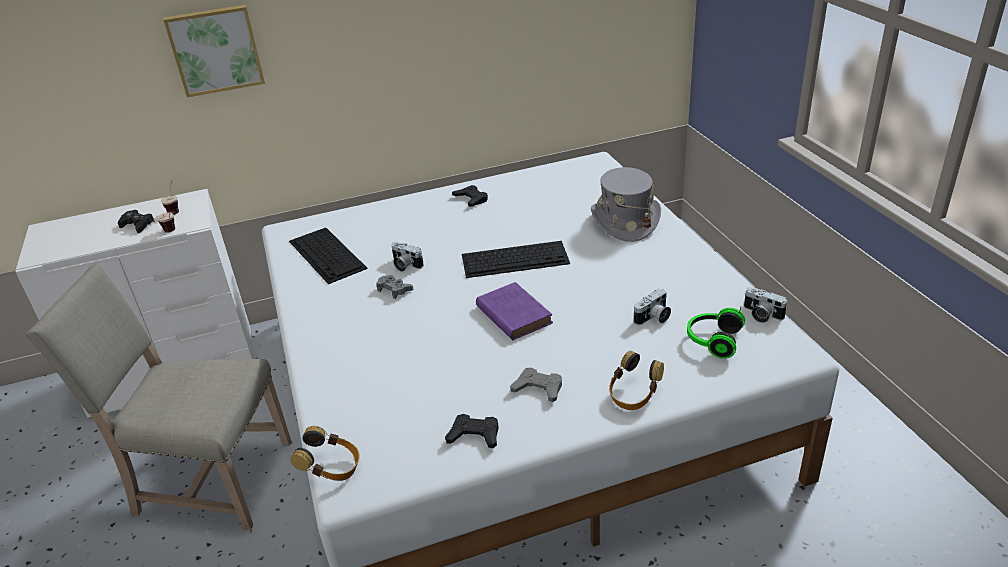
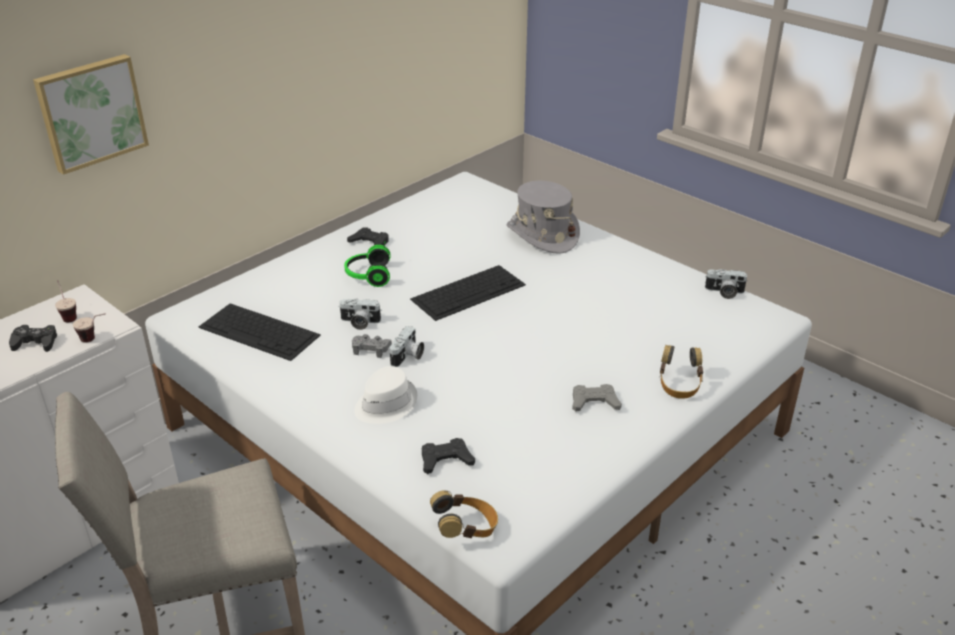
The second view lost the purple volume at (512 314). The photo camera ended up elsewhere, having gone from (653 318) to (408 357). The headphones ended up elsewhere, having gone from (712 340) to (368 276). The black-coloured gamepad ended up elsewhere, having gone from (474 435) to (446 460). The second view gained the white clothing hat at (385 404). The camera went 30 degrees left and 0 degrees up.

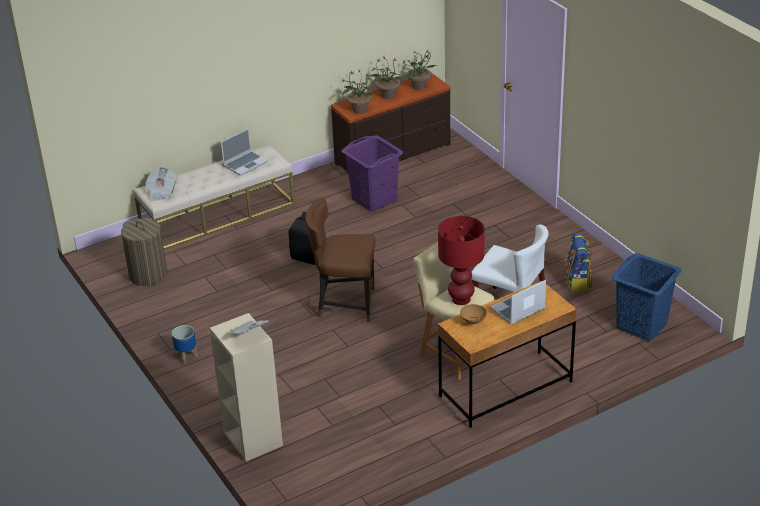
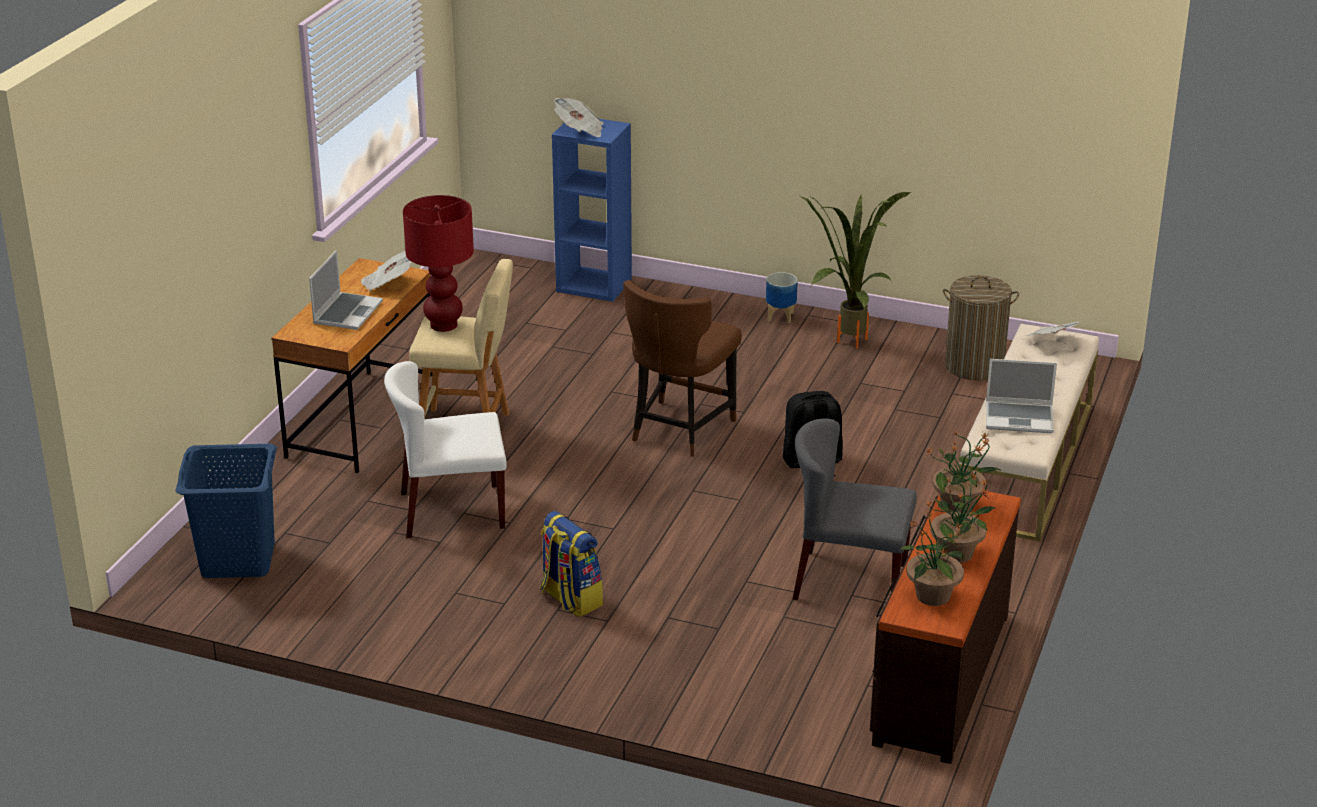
The laptop at (245 164) ended up facing another way, 90 degrees counterclockwise from before. Where the purple hamper stood at (374 199), the greyish upright chair came to stand at (849 581). The brown-coloured upright chair at (345 304) ended up facing another way, 150 degrees clockwise from before. The knapsack ended up elsewhere, having gone from (578 282) to (570 599). Where the brown-coloured deep dish stood at (473 322), the printed paper came to stand at (388 284). What was the sand-coloured shelving unit at (252 439) turned into the blue-coloured shelving unit at (595 285). The second view gained the houseplant at (845 344). The camera went 140 degrees right and 5 degrees down.

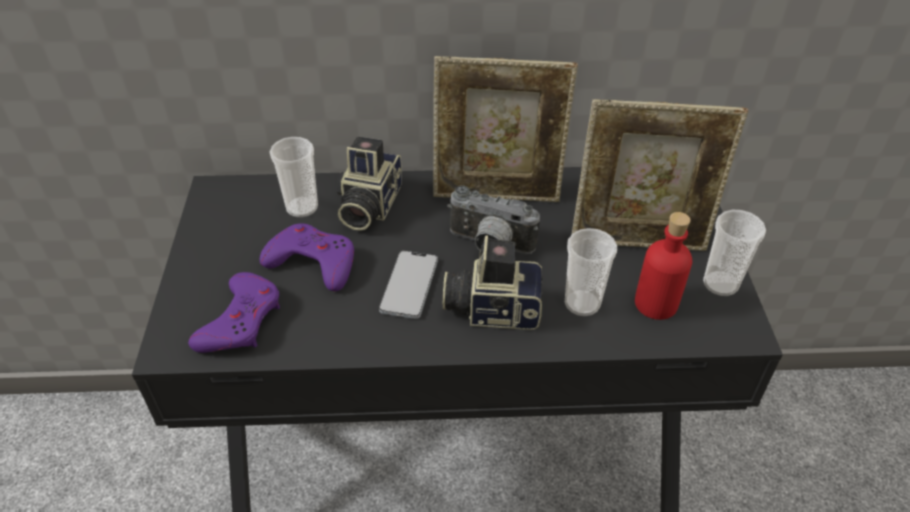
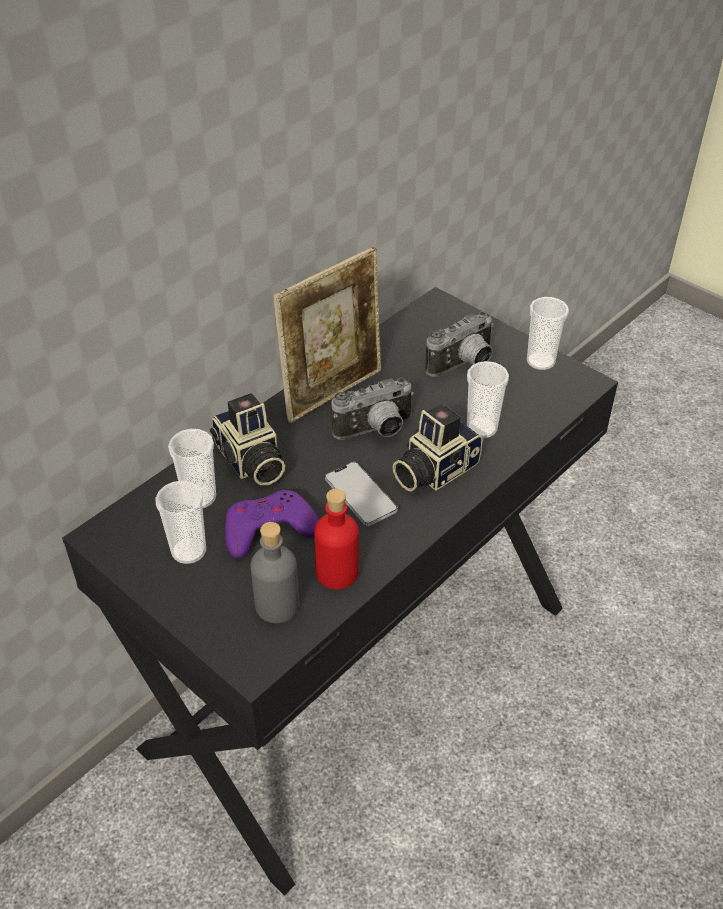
Where the standing frame stood at (639 242), the photo camera came to stand at (464 365). The reddish beverage bottle ended up elsewhere, having gone from (656 303) to (337 573). Where the purple gamepad stood at (241 320), the greyish beverage bottle came to stand at (277 606). The second view gained the cup at (189 551). The camera went 45 degrees left and 0 degrees up.

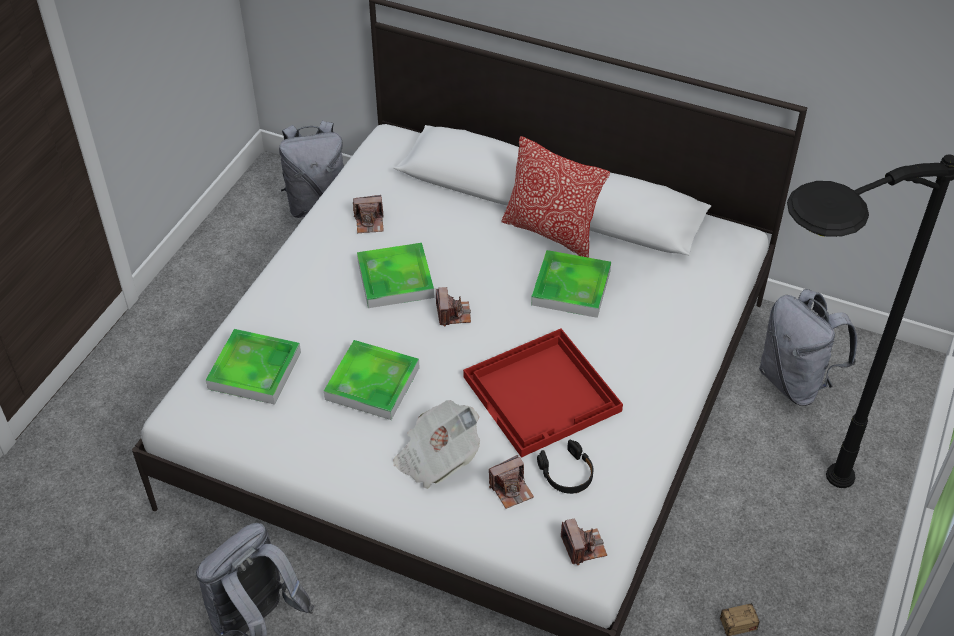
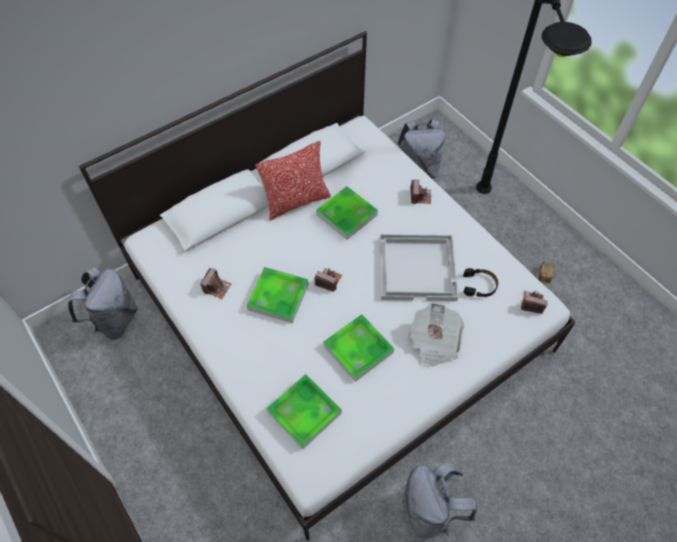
What was the reddish tray at (543 394) turned into the white tray at (418 268). The photo camera ended up elsewhere, having gone from (511 490) to (420 196). The camera went 60 degrees left and 10 degrees up.

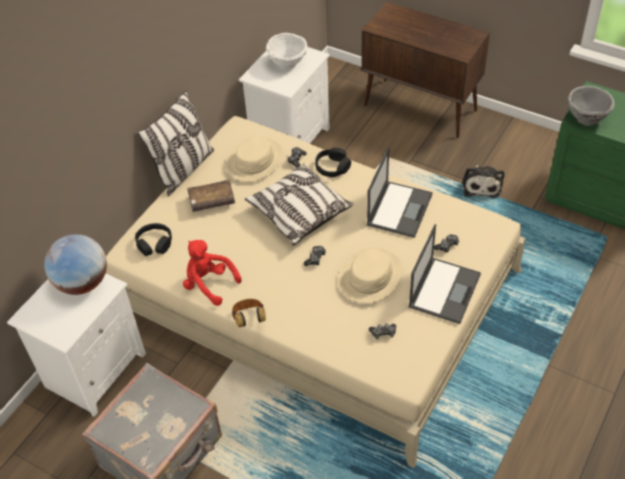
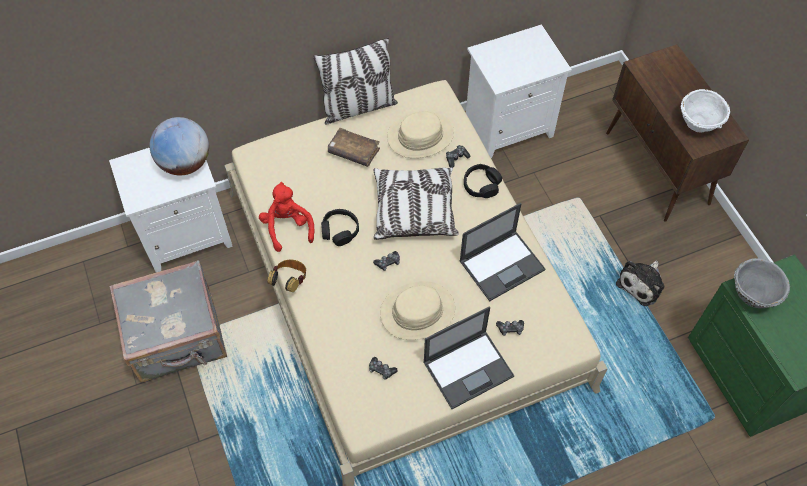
The white deep dish ended up elsewhere, having gone from (288 63) to (699 124). The black-coloured headphones ended up elsewhere, having gone from (154 243) to (340 230). The camera went 35 degrees right and 10 degrees up.

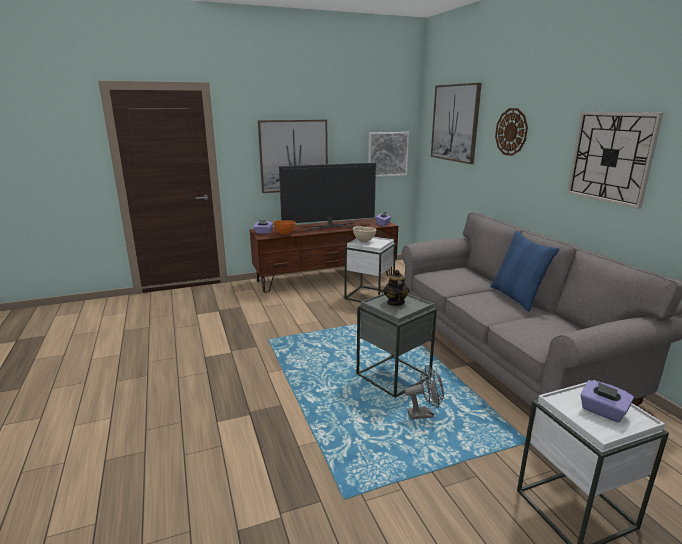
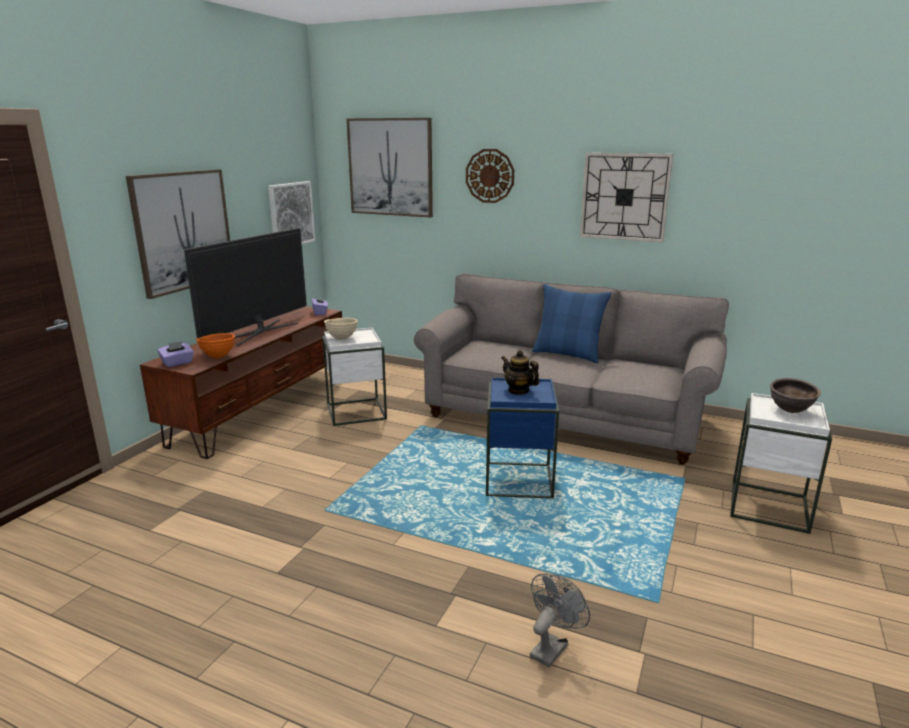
What was the greyish end table at (393 376) turned into the blue-coloured end table at (518 481). The greyish electric fan ended up elsewhere, having gone from (424 414) to (552 647). Where the purple tissue holder stood at (602 411), the brown-coloured deep dish came to stand at (790 411). The camera went 45 degrees left and 0 degrees up.

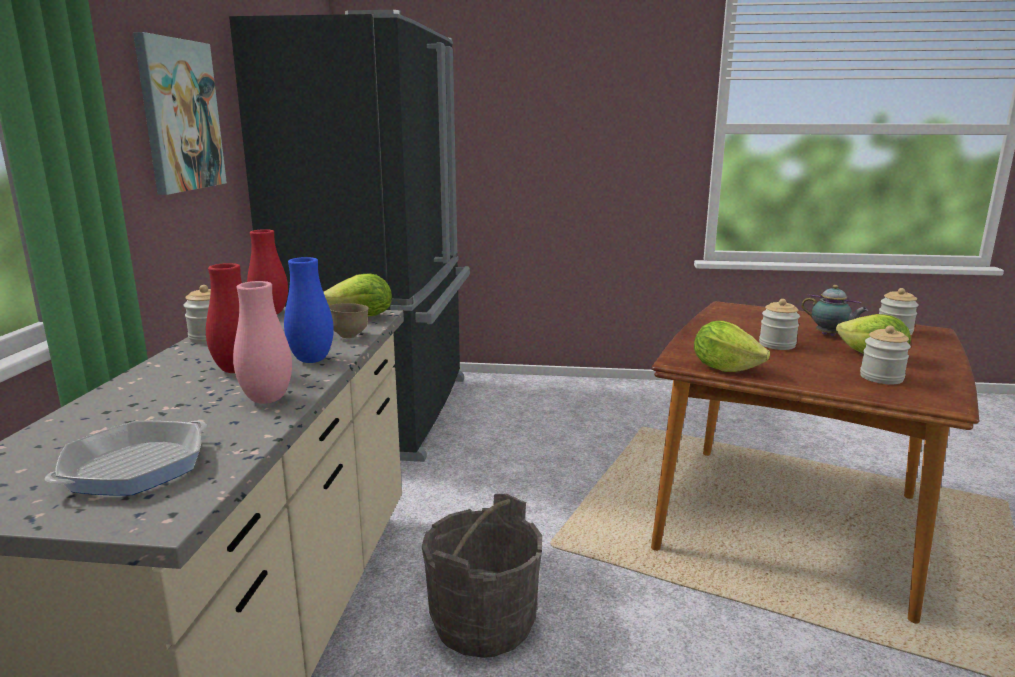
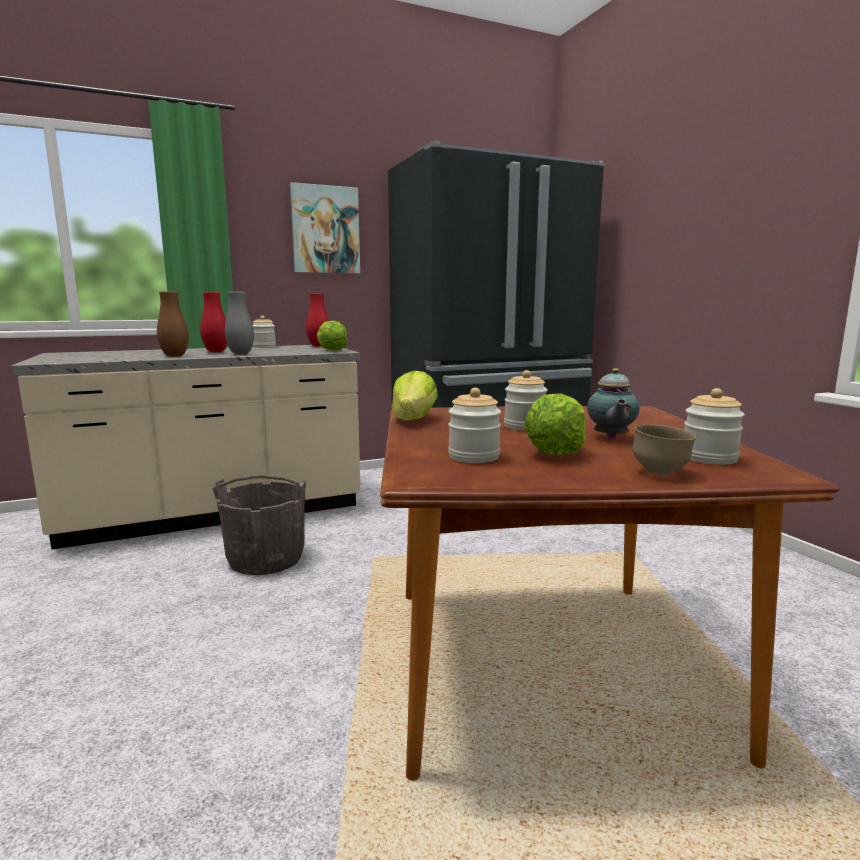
What was the blue-coloured vase at (312 360) turned into the greyish vase at (241 354). What was the pink-coloured vase at (267 399) turned into the brown-coloured vase at (175 356). The brown-coloured deep dish ended up elsewhere, having gone from (350 336) to (660 473). The second view lost the pan at (135 467). The camera went 60 degrees right and 5 degrees down.

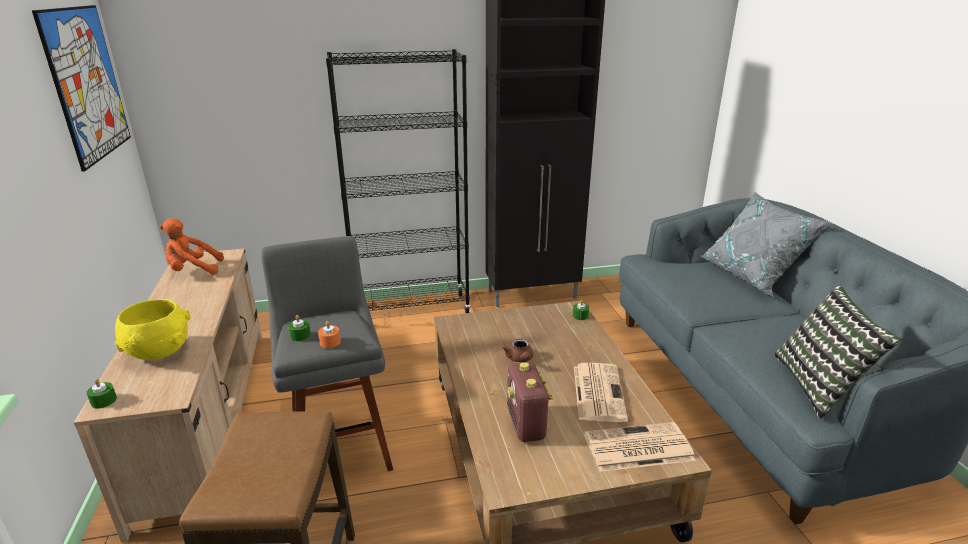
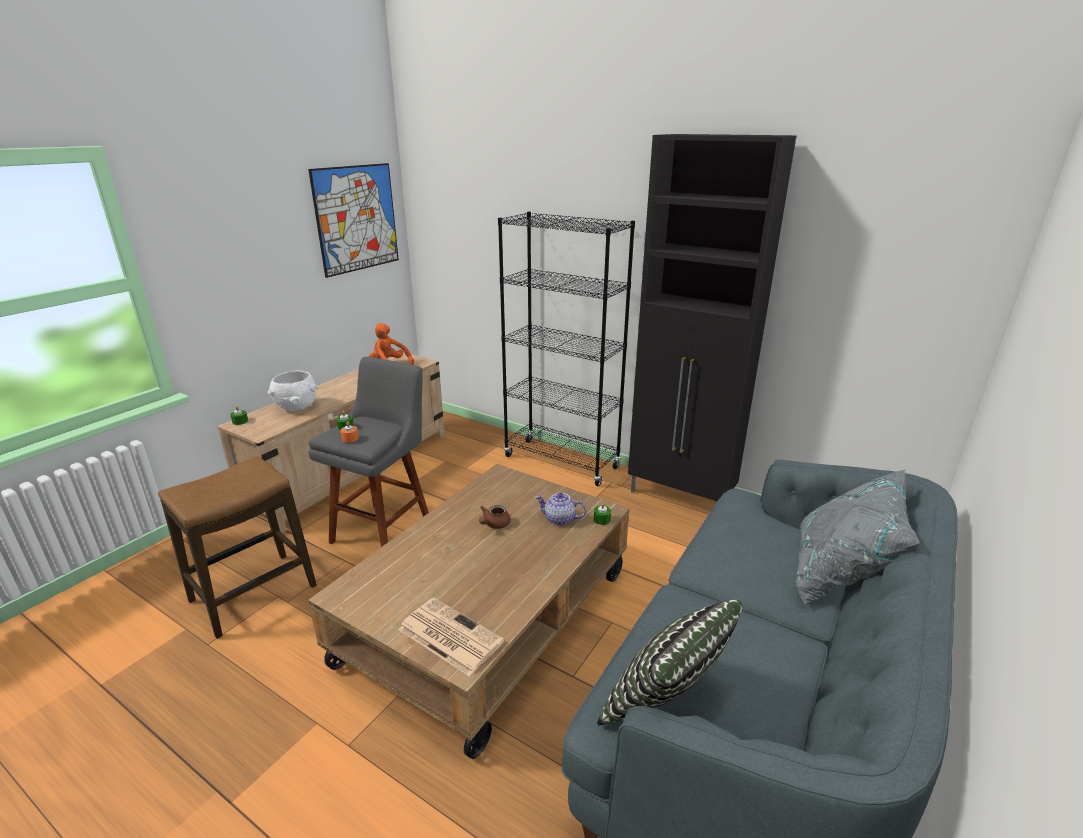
What was the yellowish deep dish at (160 352) turned into the white deep dish at (297 407). The second view lost the radio receiver at (526 425). The second view lost the printed paper at (597 391). The second view gained the teapot at (559 519). The camera went 45 degrees right and 0 degrees up.

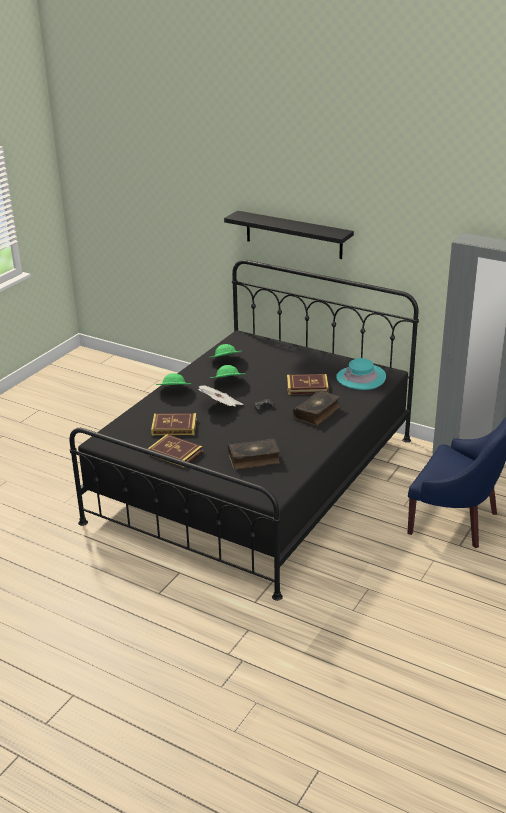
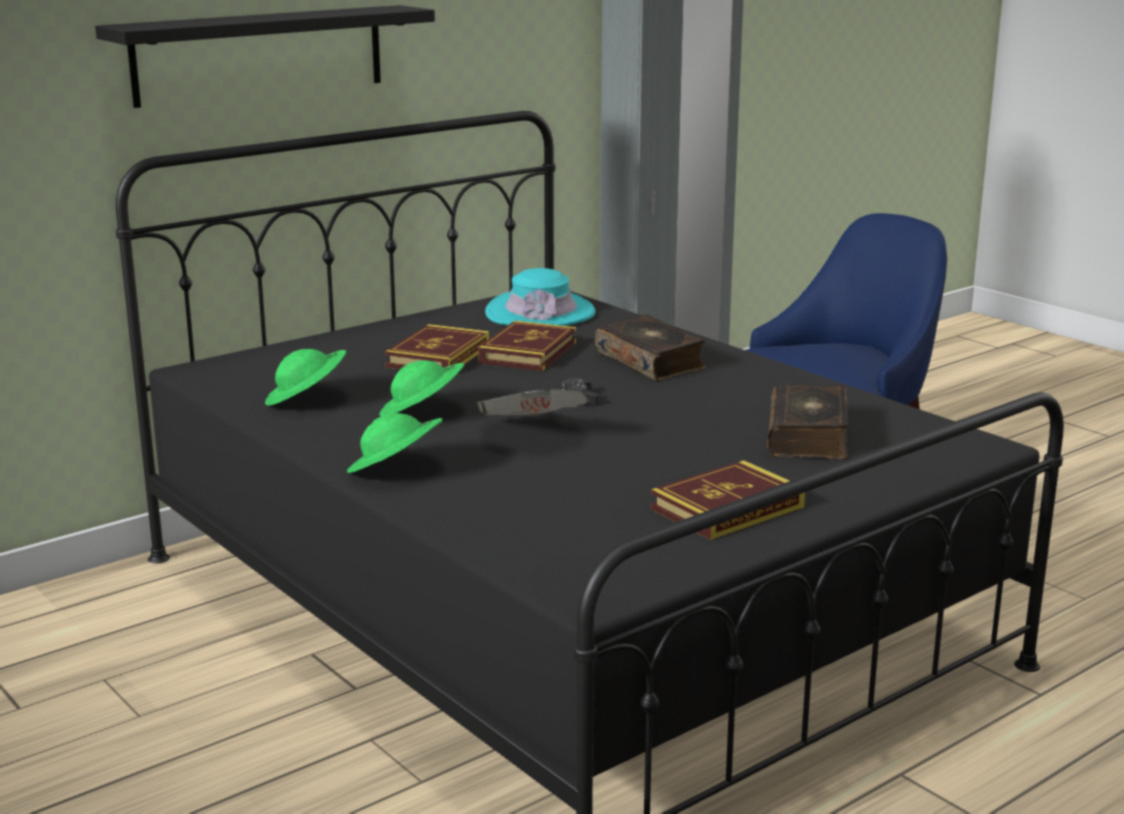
The volume ended up elsewhere, having gone from (174 427) to (438 356). The camera went 70 degrees left and 10 degrees down.

